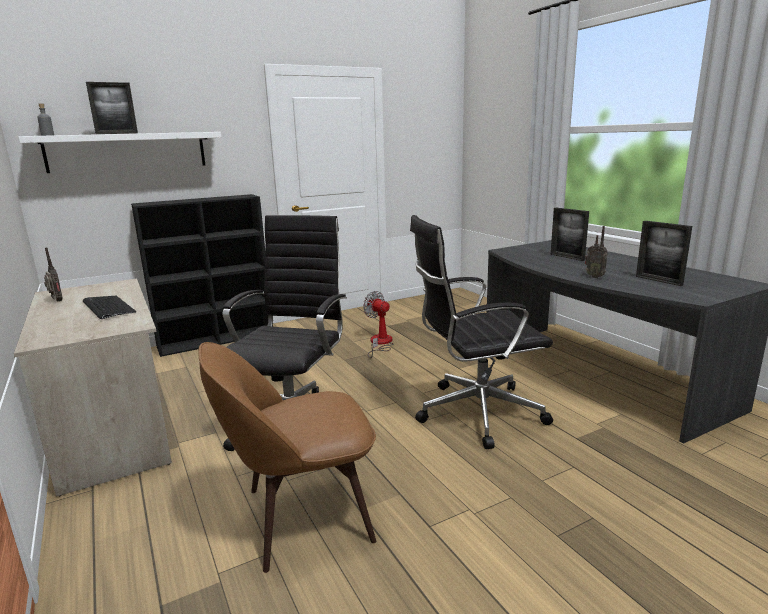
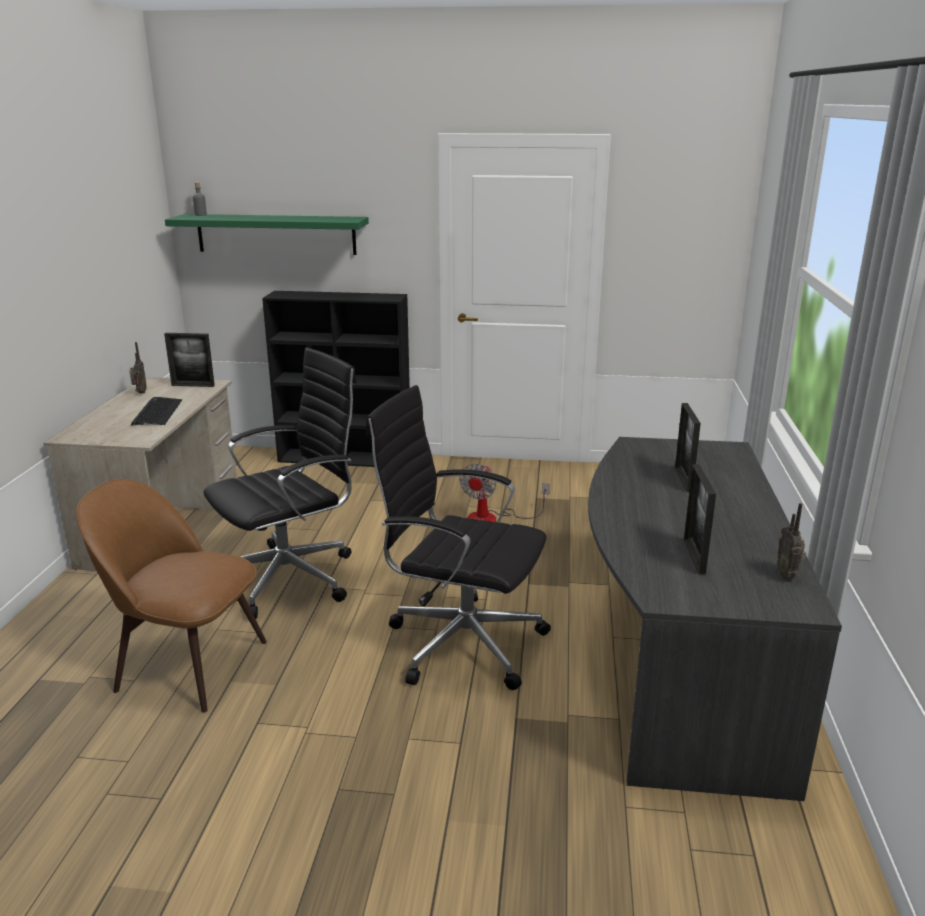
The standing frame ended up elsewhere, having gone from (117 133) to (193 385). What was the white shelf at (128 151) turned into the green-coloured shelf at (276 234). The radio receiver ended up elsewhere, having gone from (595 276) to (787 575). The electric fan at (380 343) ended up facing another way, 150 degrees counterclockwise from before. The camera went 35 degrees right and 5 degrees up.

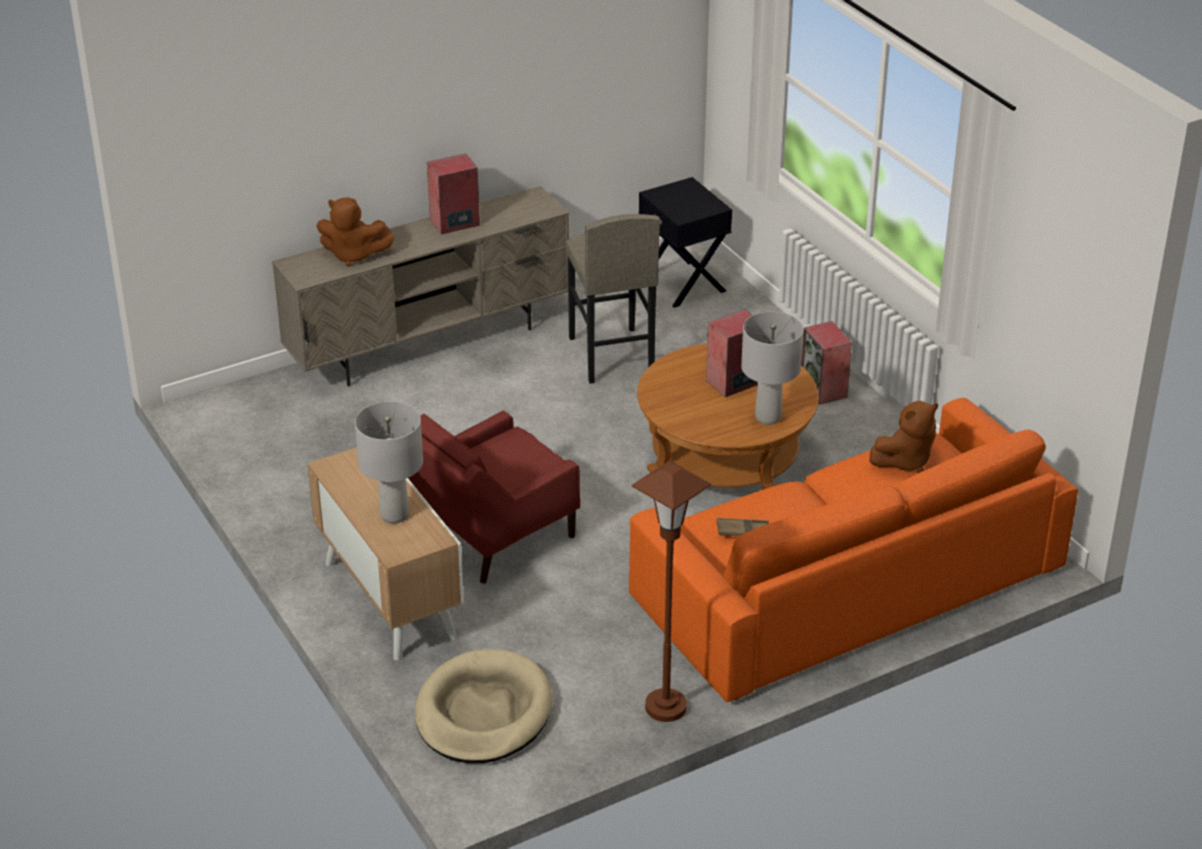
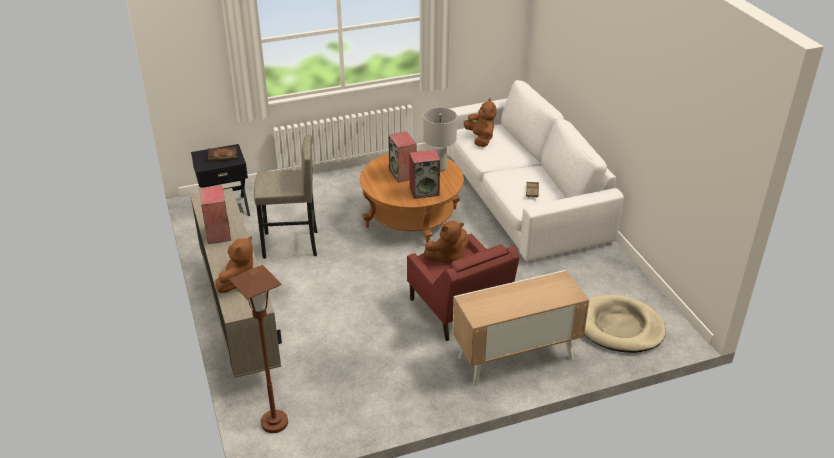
The loudspeaker ended up elsewhere, having gone from (824 390) to (424 191). What was the orange-coloured couch at (847 583) turned into the white couch at (522 195). The second view lost the greyish tabletop lamp at (394 515). The brown-coloured standard lamp ended up elsewhere, having gone from (665 707) to (274 423). The second view gained the volume at (223 156). The second view gained the brown-coloured soft toy at (447 257). The camera went 80 degrees left and 0 degrees up.

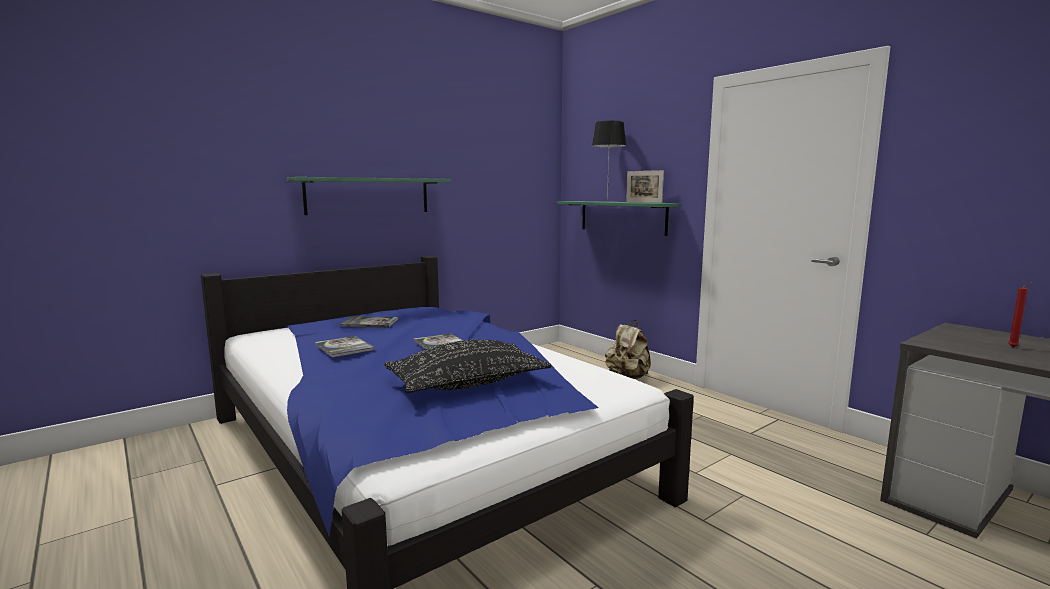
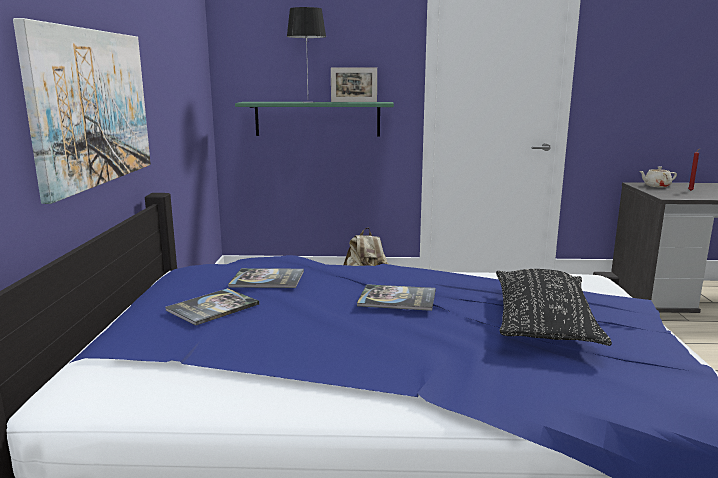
Where the green-coloured shelf hung at (368 196), the wall art came to hang at (92 107). The volume ended up elsewhere, having gone from (344 347) to (267 279). The second view gained the sand-coloured teapot at (656 186). The camera went 50 degrees left and 5 degrees up.

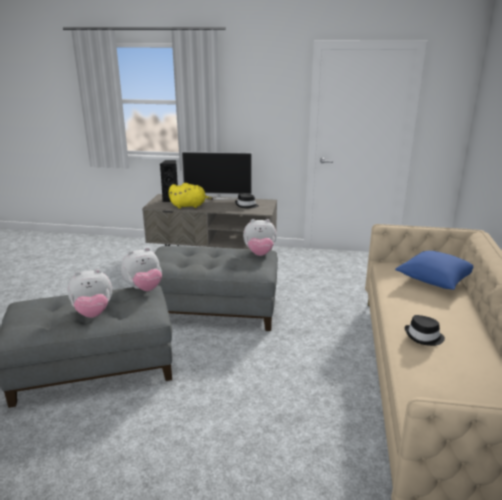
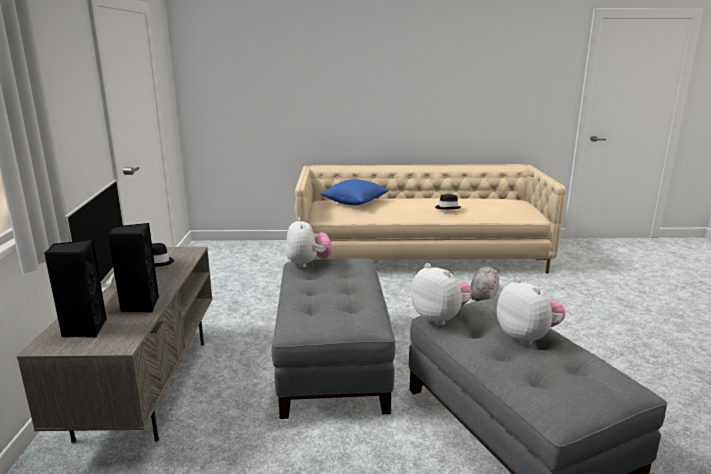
Where the yellowish soft toy stood at (190 206), the black-coloured loudspeaker came to stand at (140 305). The second view gained the greyish soft toy at (483 296). The camera went 100 degrees left and 5 degrees down.

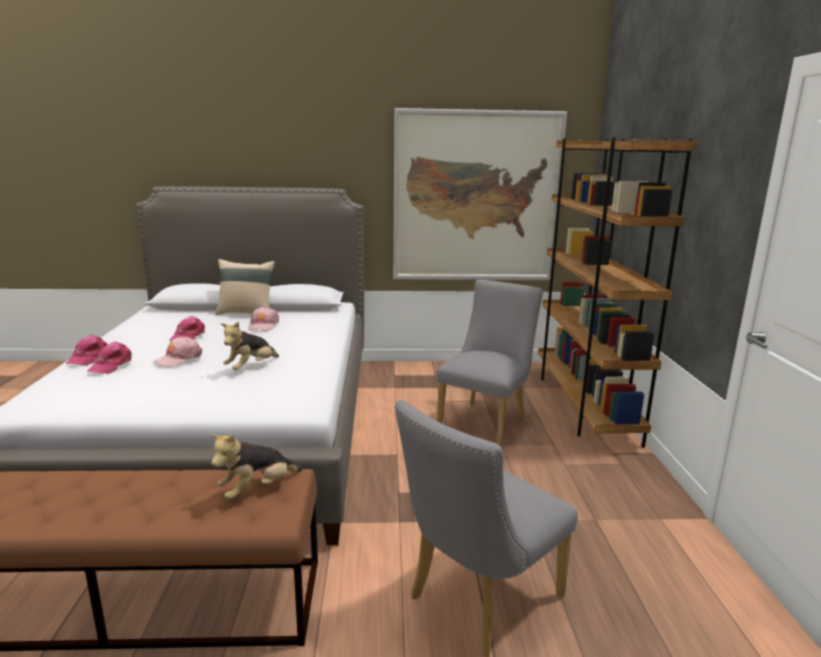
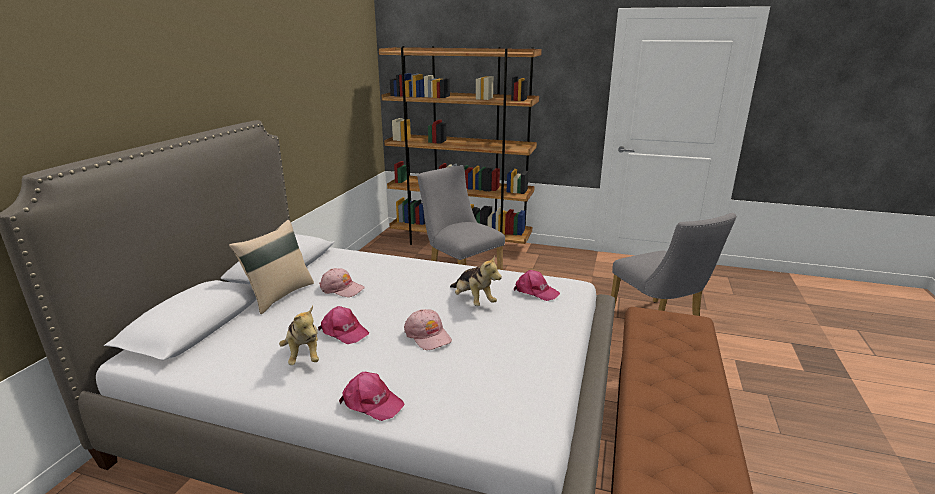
The second view lost the wall art at (475 197). The pink-coloured cap ended up elsewhere, having gone from (111 365) to (535 291). The soft toy ended up elsewhere, having gone from (257 489) to (304 355). The camera went 70 degrees left and 5 degrees up.

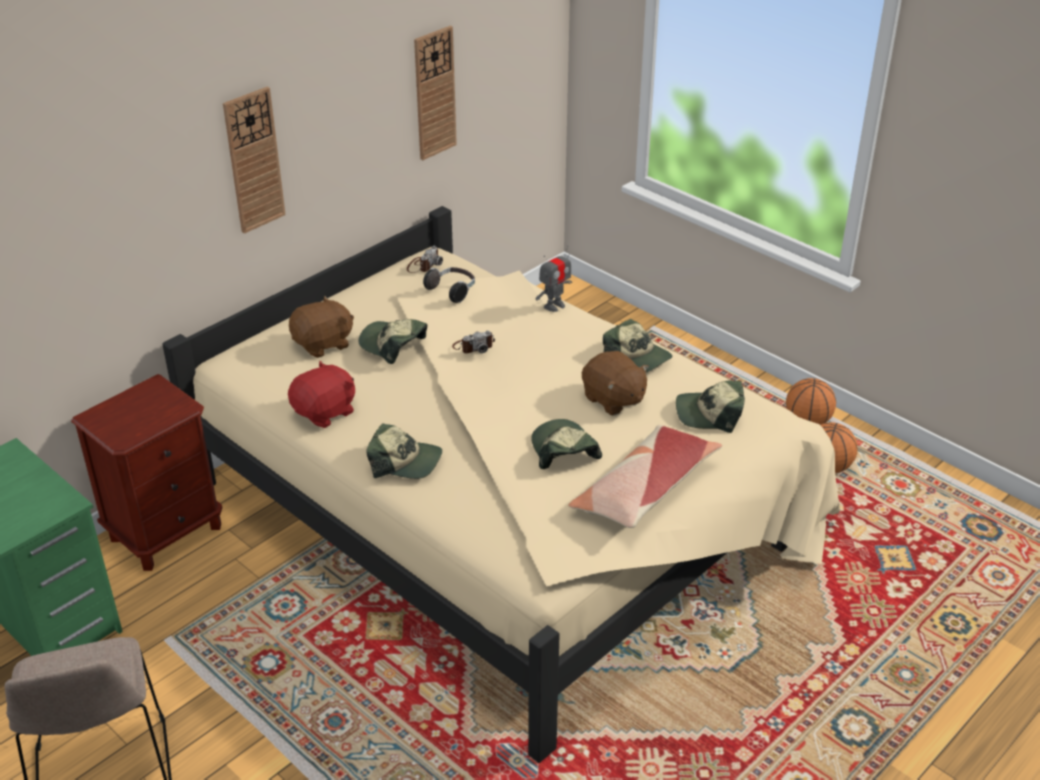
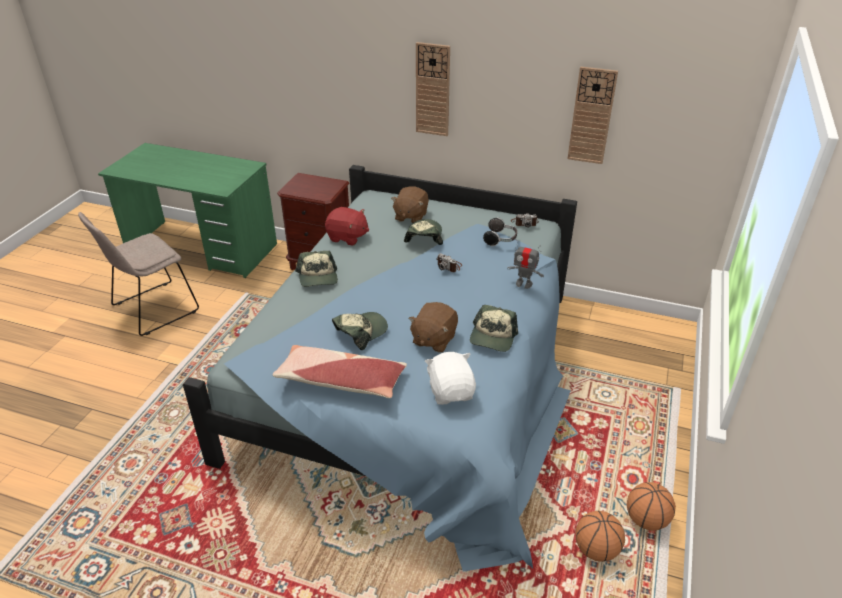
What was the sand-coloured sleeping bed at (508 512) turned into the blue-coloured sleeping bed at (416 380). The brown-coloured soft toy at (323 344) ended up facing another way, 75 degrees clockwise from before. Where the cap stood at (709 414), the white soft toy came to stand at (451 391). The camera went 65 degrees right and 0 degrees up.

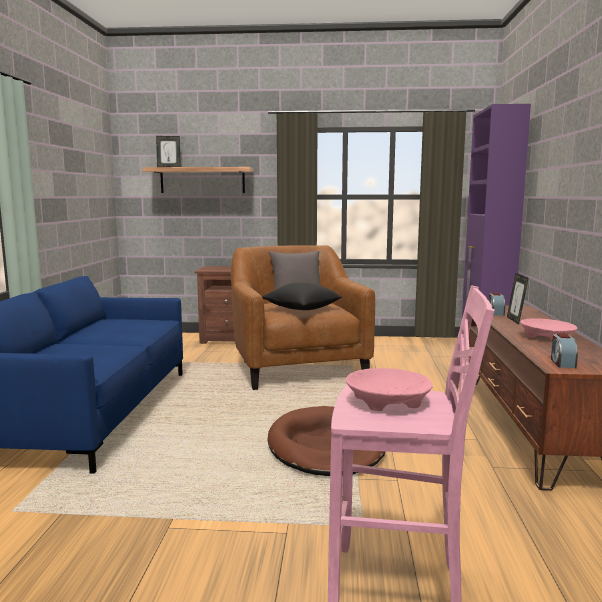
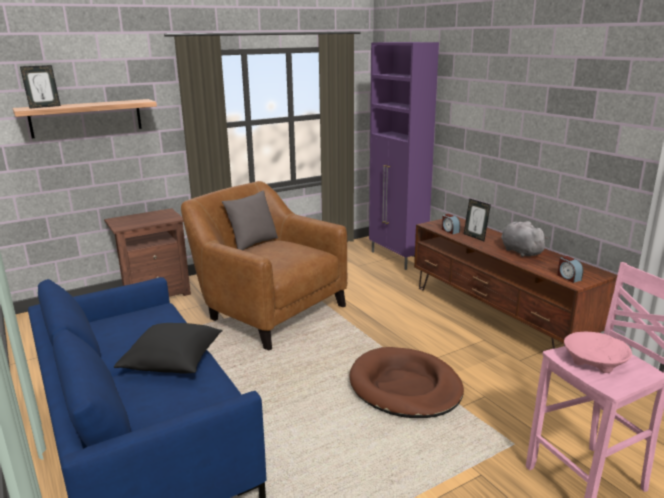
The black-coloured throw pillow ended up elsewhere, having gone from (302 309) to (173 363). Where the pink-coloured deep dish stood at (546 337), the greyish soft toy came to stand at (520 251). The camera went 35 degrees left and 10 degrees up.

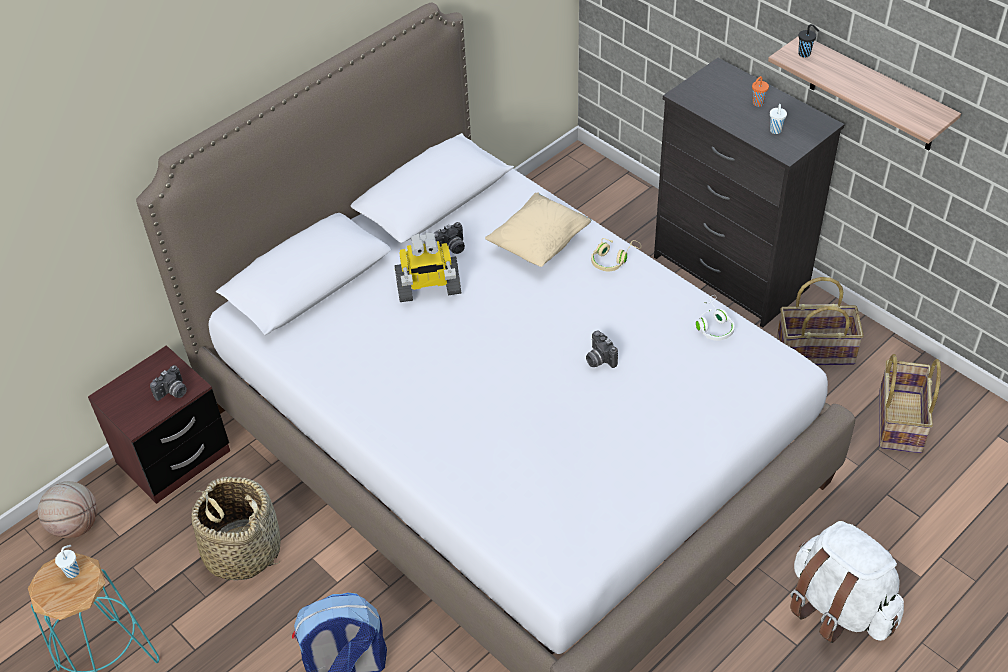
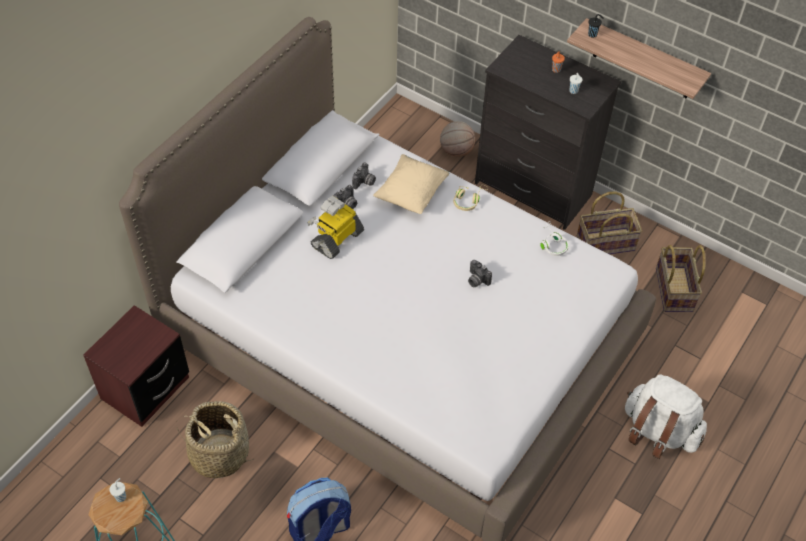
The toy robot at (428 288) ended up facing another way, 150 degrees clockwise from before. The photo camera ended up elsewhere, having gone from (173 393) to (364 183). The ball for basketball ended up elsewhere, having gone from (75 525) to (456 151). The camera went 15 degrees left and 5 degrees up.

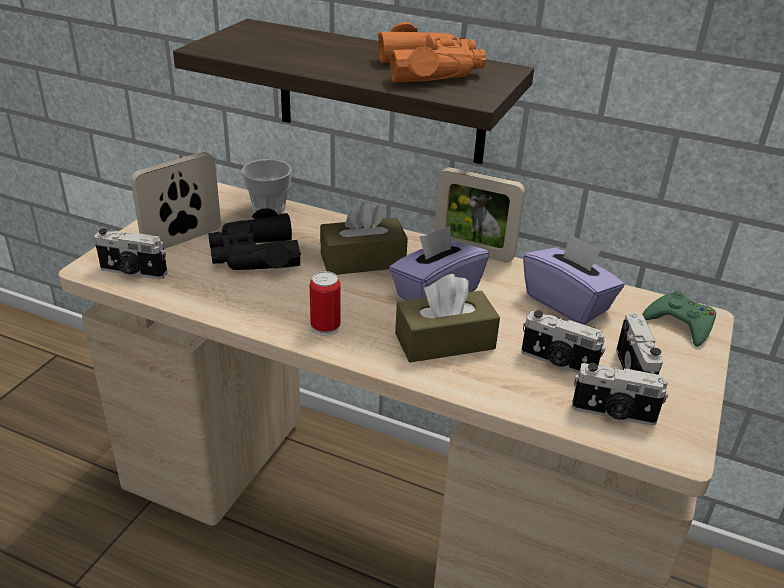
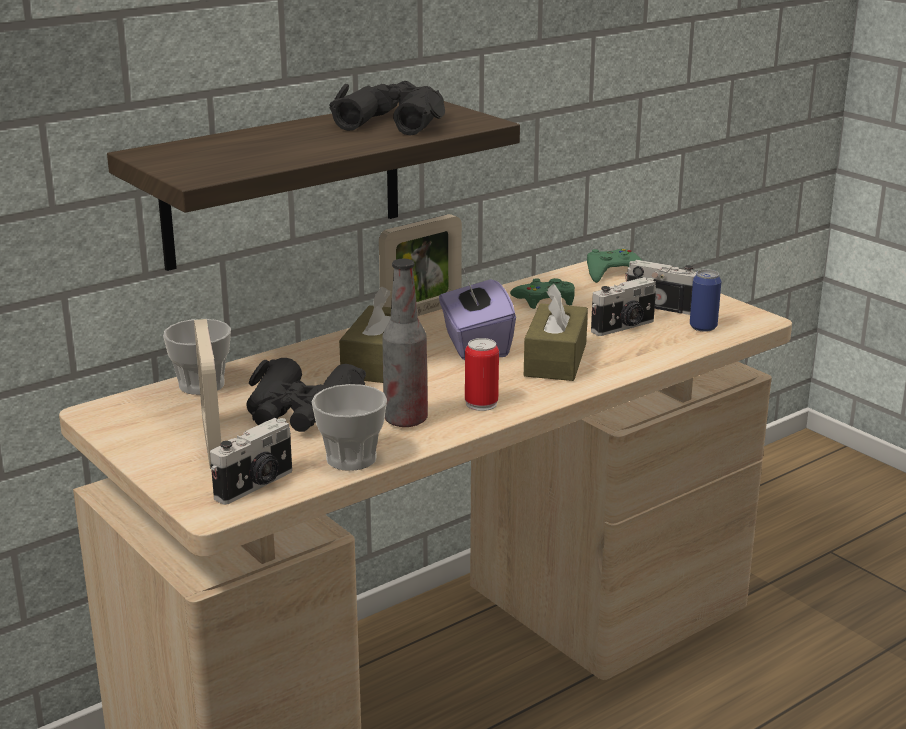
What was the orange-coloured field glasses at (430 69) turned into the black-coloured field glasses at (394 121). Where the purple tissue holder stood at (567 303), the green-coloured gamepad came to stand at (545 300). Where the photo camera stood at (613 414), the metal can came to stand at (703 327). The second view gained the beverage bottle at (405 420). The second view gained the cup at (351 458). The camera went 60 degrees left and 10 degrees down.

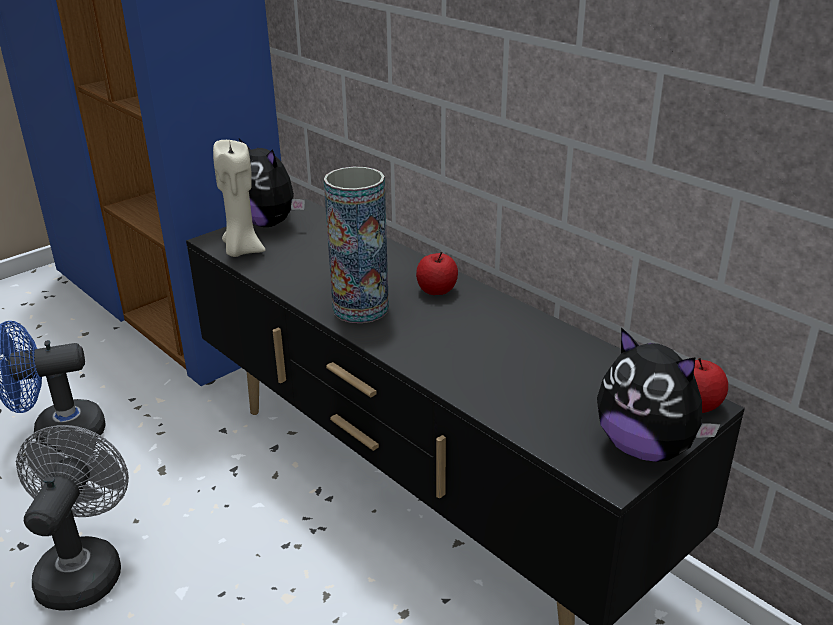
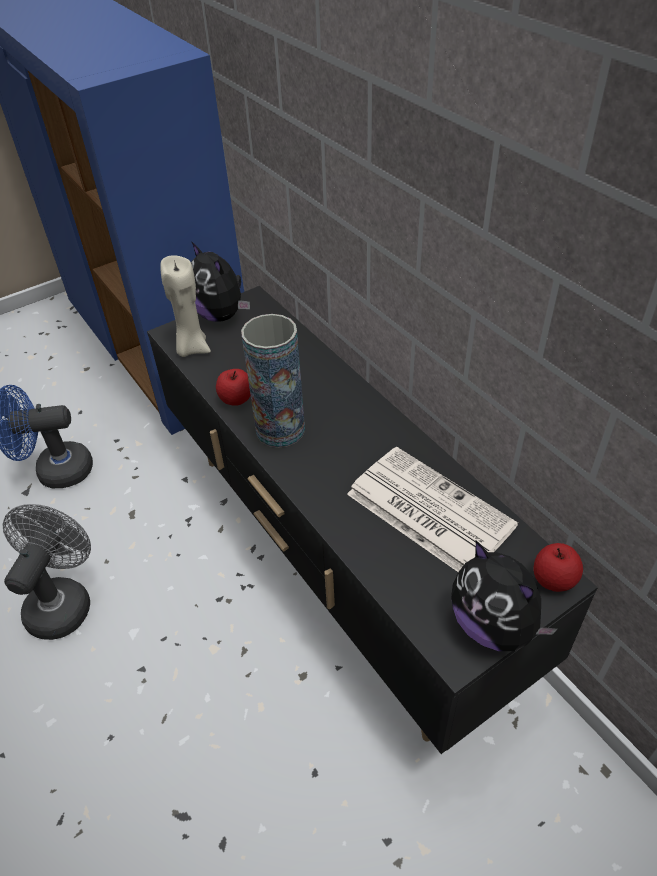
The whole apple ended up elsewhere, having gone from (437 291) to (236 399). The second view gained the printed paper at (426 510). The camera went 10 degrees right and 15 degrees up.

